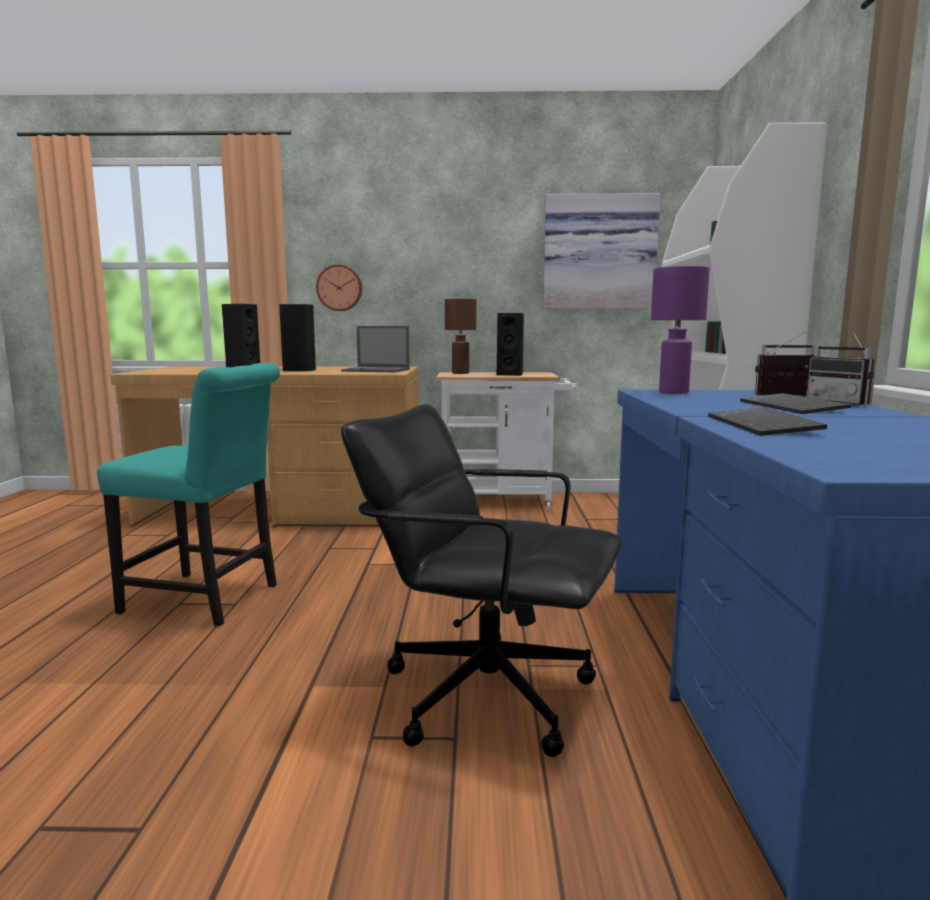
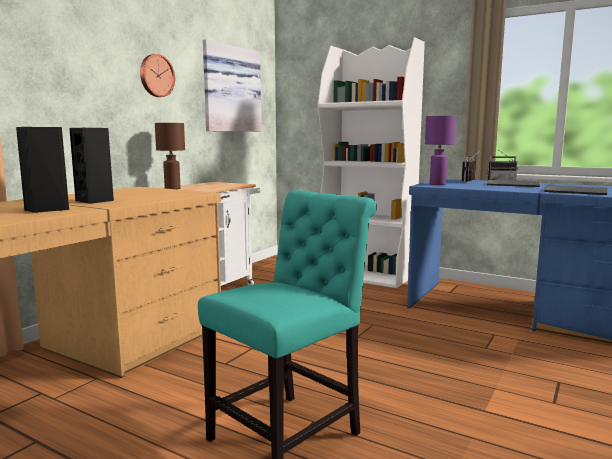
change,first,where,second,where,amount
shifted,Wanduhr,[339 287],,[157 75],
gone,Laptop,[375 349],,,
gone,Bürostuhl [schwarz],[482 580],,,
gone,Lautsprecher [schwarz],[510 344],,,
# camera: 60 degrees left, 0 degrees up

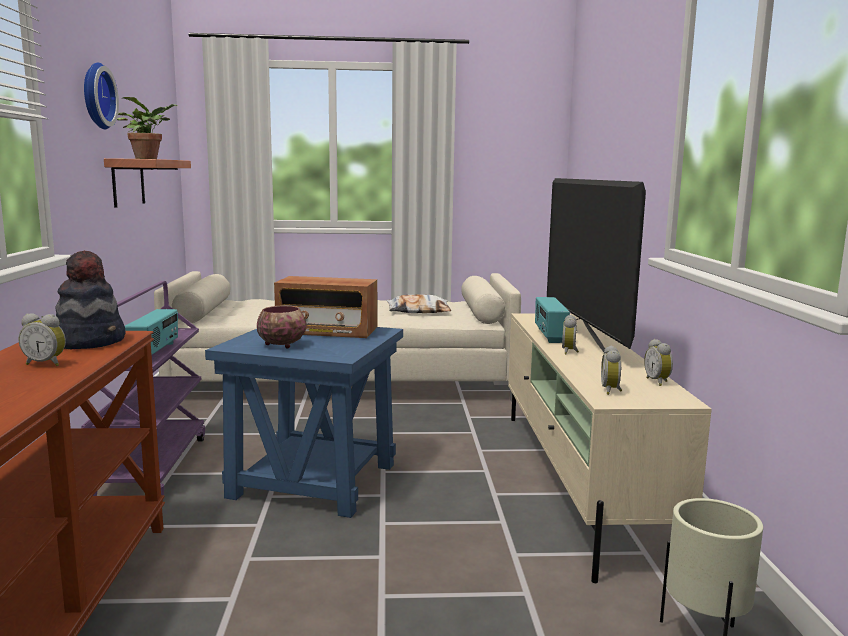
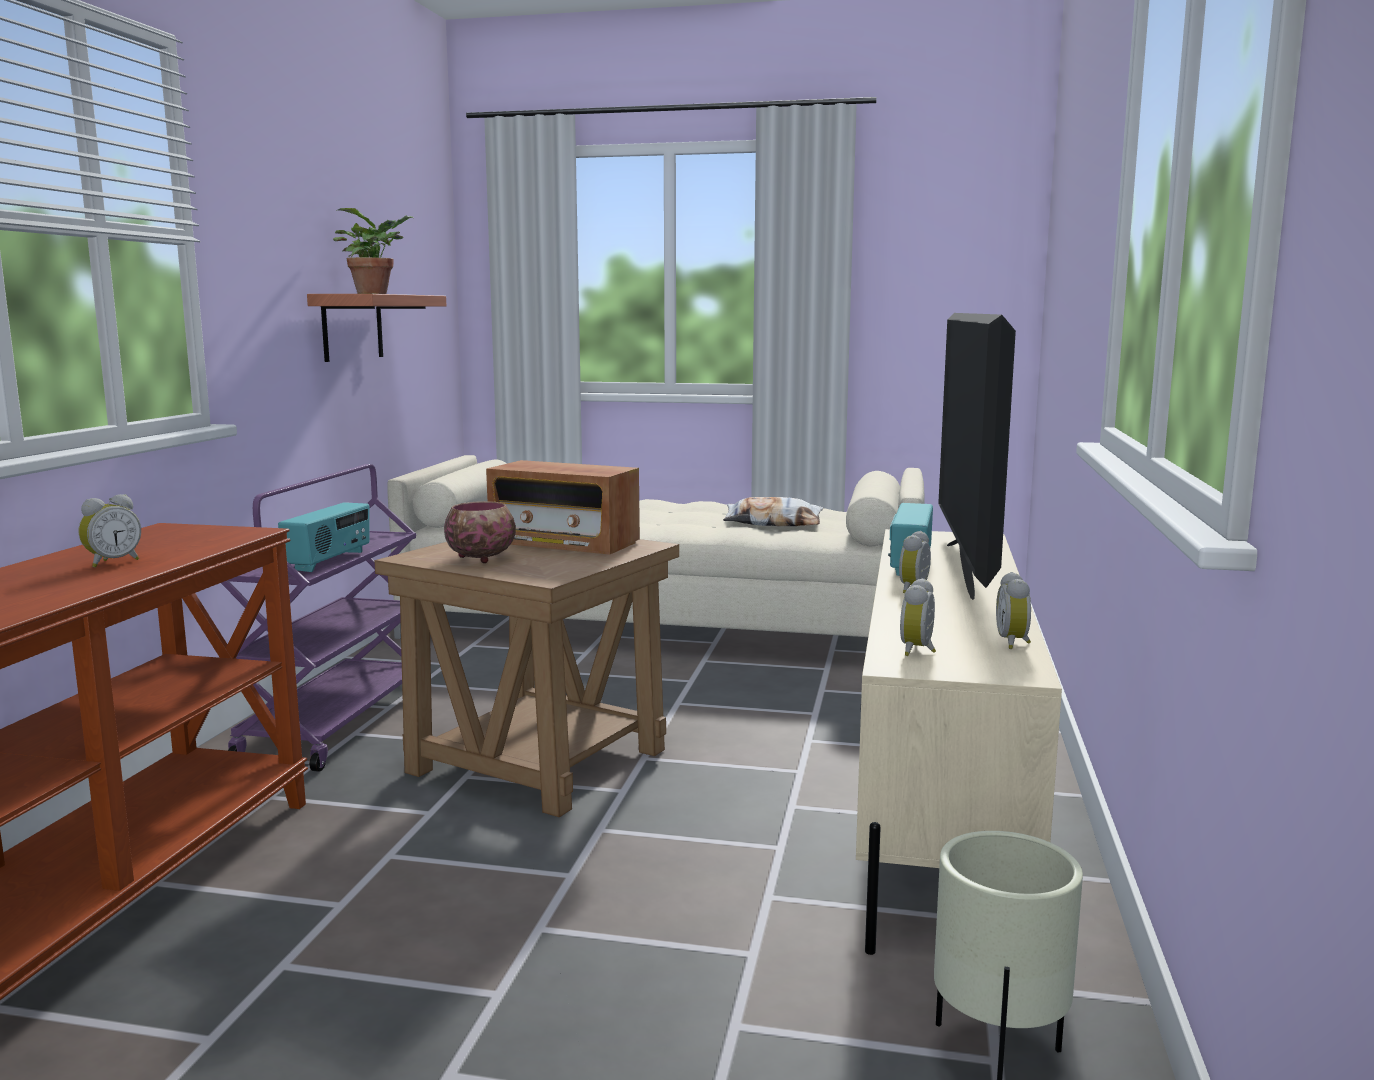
change,first,where,second,where,amount
rotated,Wecker,[42 339],,[110 531],75 degrees counterclockwise
repainted,Beistelltisch [blau],[304 422],Beistelltisch [braun],[526 678],
gone,Hut,[90 299],,,
gone,Wanduhr,[101 95],,,
# camera: 15 degrees right, 0 degrees up

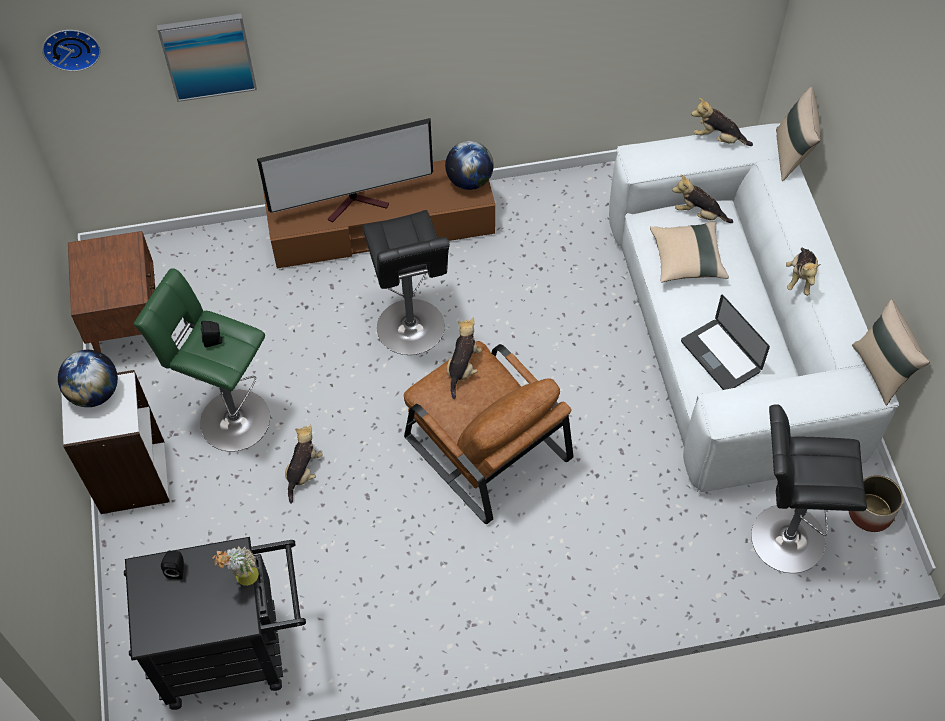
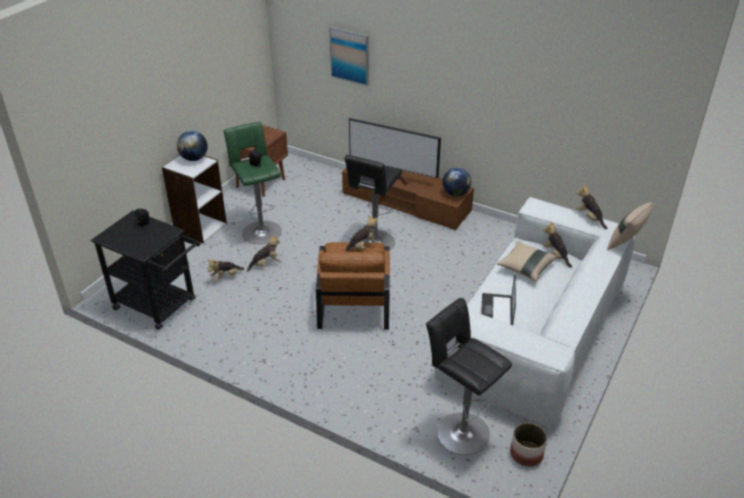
change,first,where,second,where,amount
shifted,Plüschtier,[803 272],,[225 271],
gone,Wanduhr,[71 50],,,
gone,Topfpflanze,[236 566],,,
gone,Kissen [beige],[891 352],,,
# camera: 40 degrees right, 20 degrees down

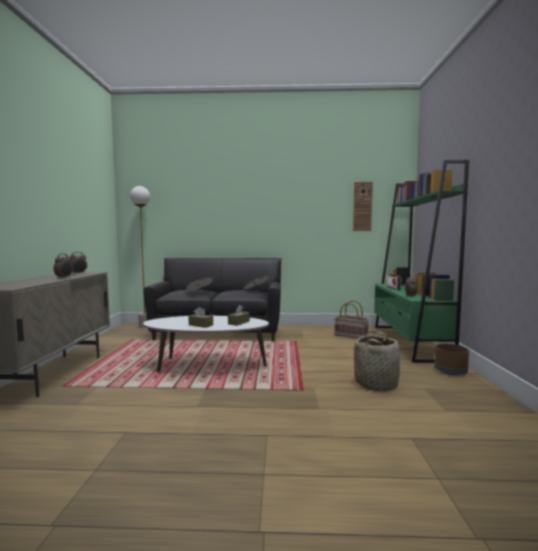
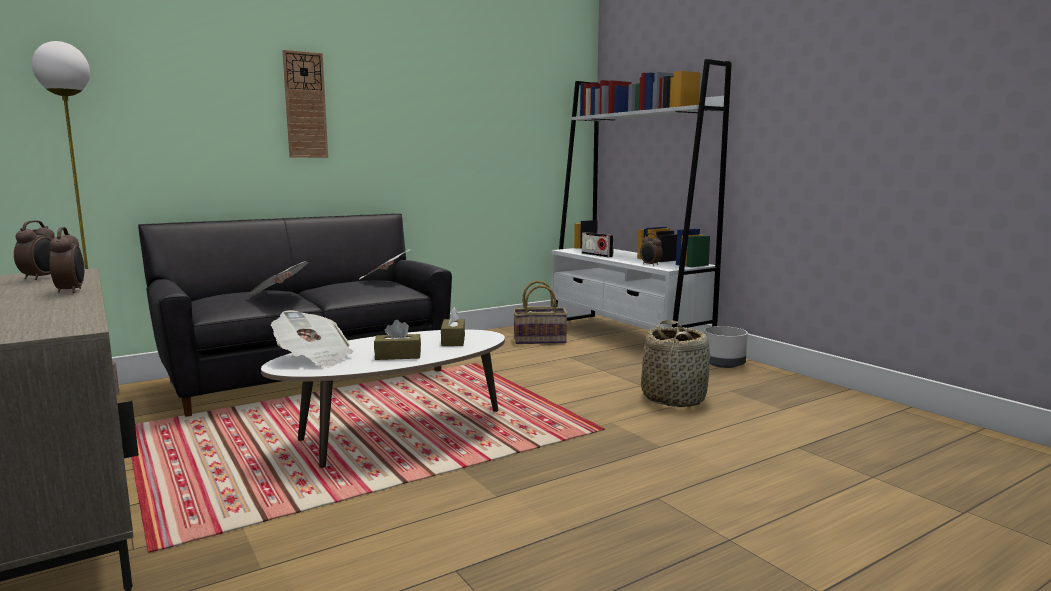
change,first,where,second,where,amount
new,,,Zeitung,[312 339],
shifted,Wanduhr,[363 206],,[305 104],
repainted,Bücherregal [grün],[421 261],Bücherregal [weiß],[641 193],
repainted,Pflanzkübel [braun],[451 359],Pflanzkübel [grau],[726 347],
# camera: 35 degrees left, 5 degrees up

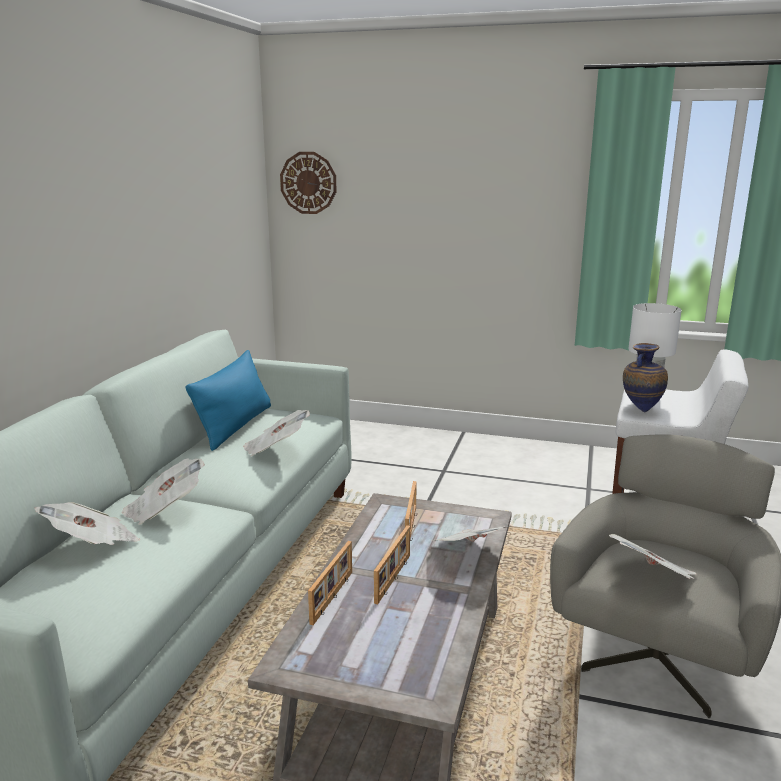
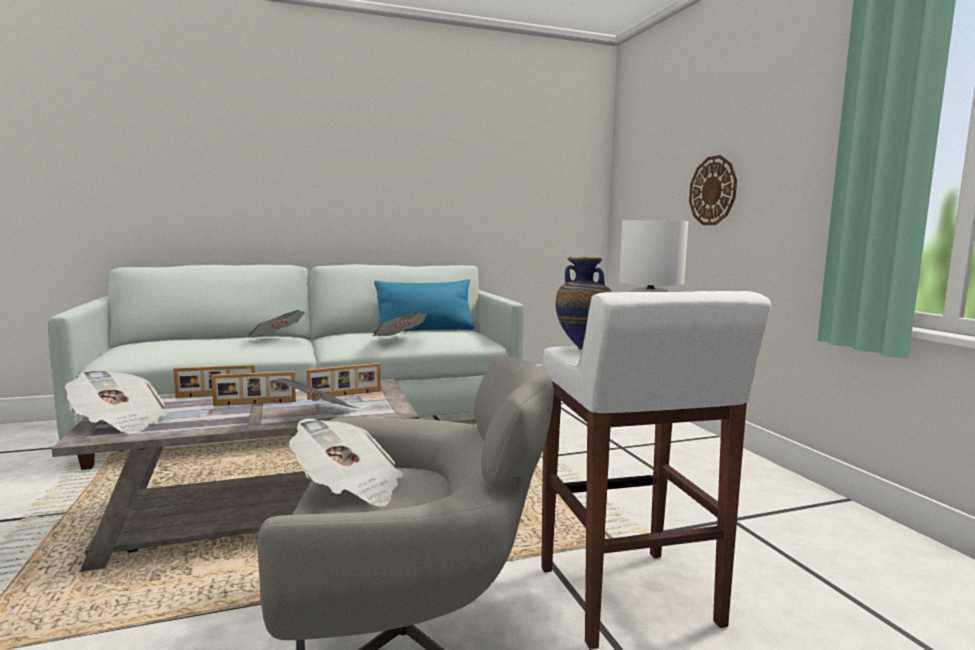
change,first,where,second,where,amount
shifted,Zeitung,[87 523],,[116 401],
shifted,Wanduhr,[308 183],,[713 190],
# camera: 55 degrees right, 10 degrees down

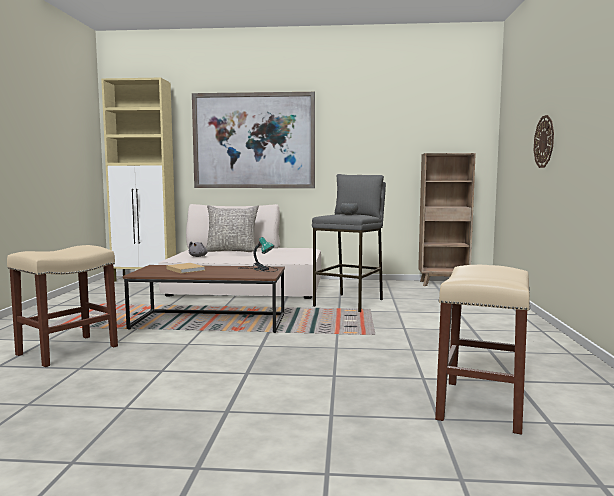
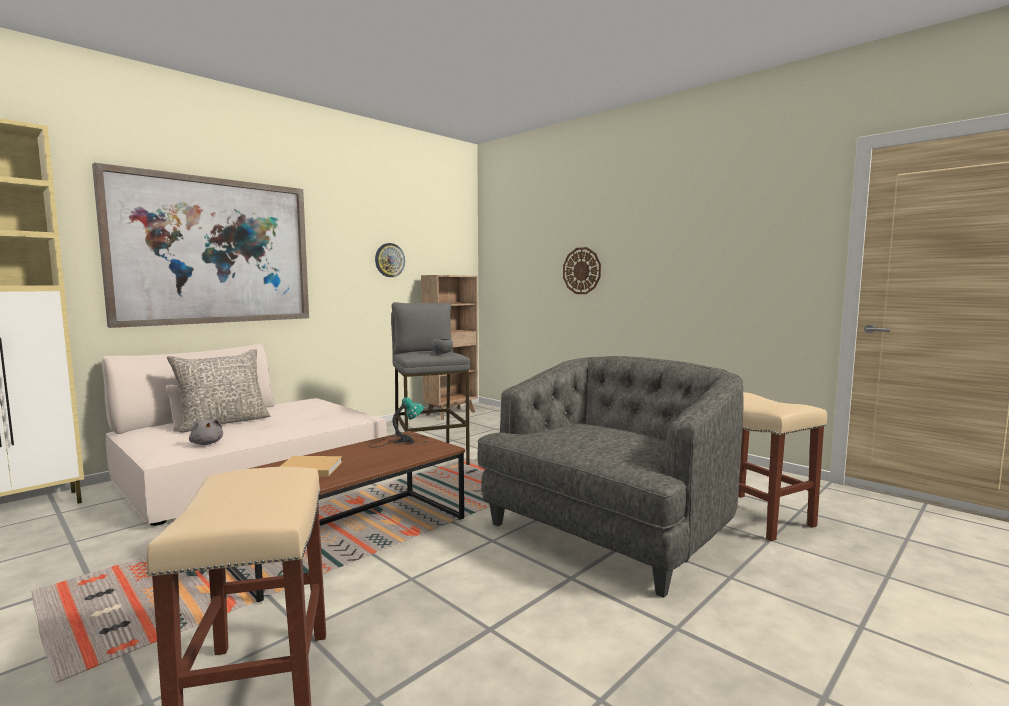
change,first,where,second,where,amount
new,,,Wanduhr,[390 260],
new,,,Sessel [grau],[610 477],
# camera: 50 degrees left, 0 degrees up

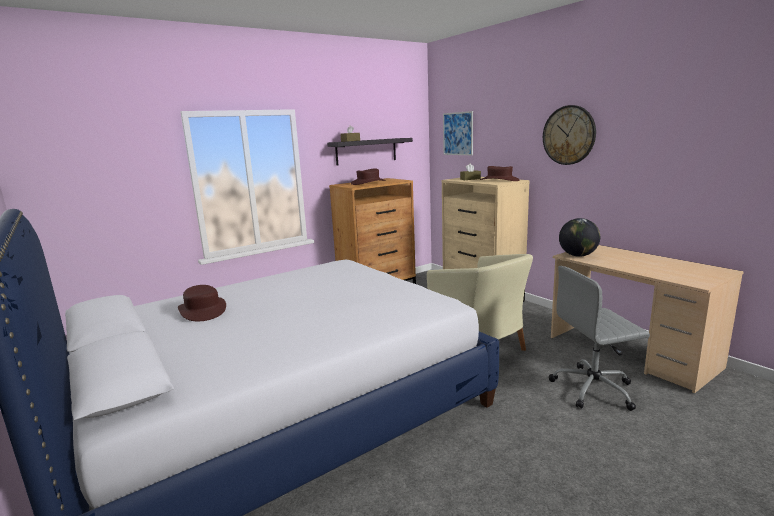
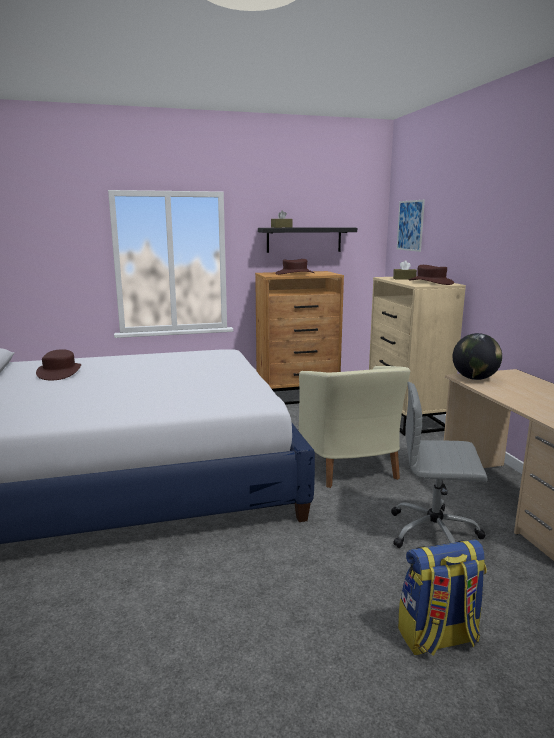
change,first,where,second,where,amount
new,,,Rucksack,[442 598],
gone,Wanduhr,[569 135],,,
# camera: 20 degrees right, 0 degrees up

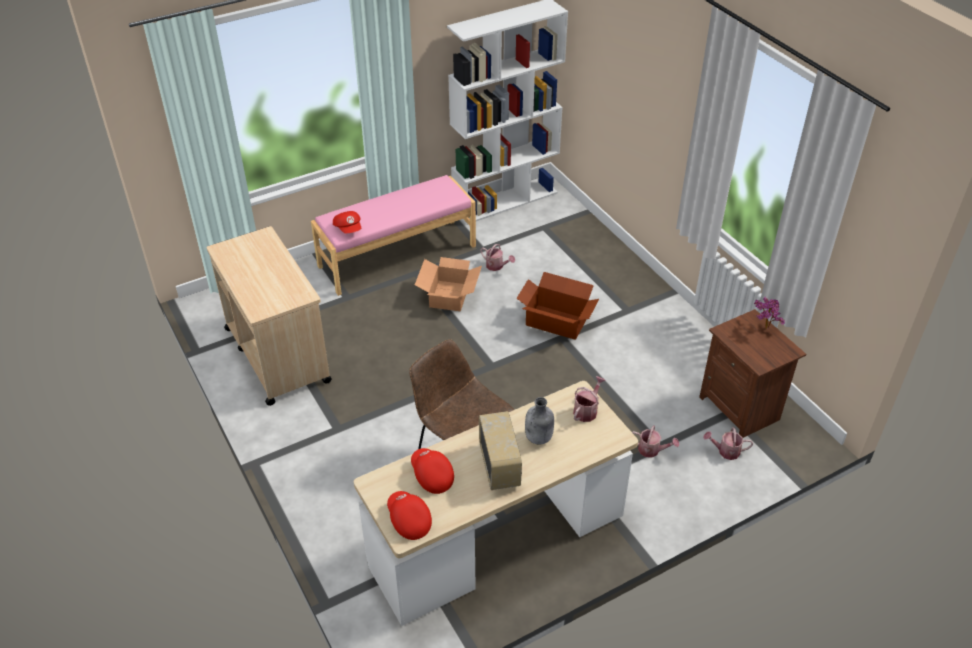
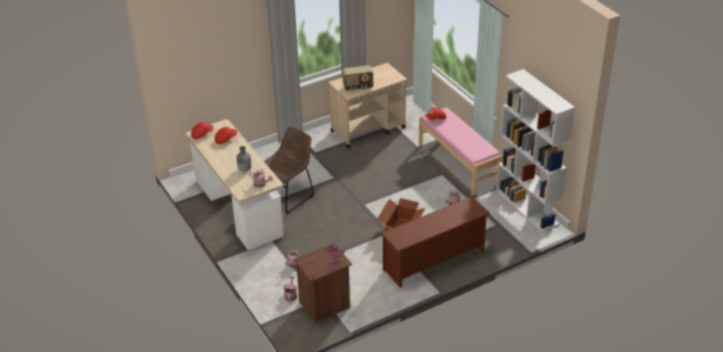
change,first,where,second,where,amount
shifted,Radio,[500 450],,[357 78],
new,,,Schuhregal [braun],[435 242],
gone,Karton,[448 284],,,
# camera: 90 degrees right, 5 degrees down

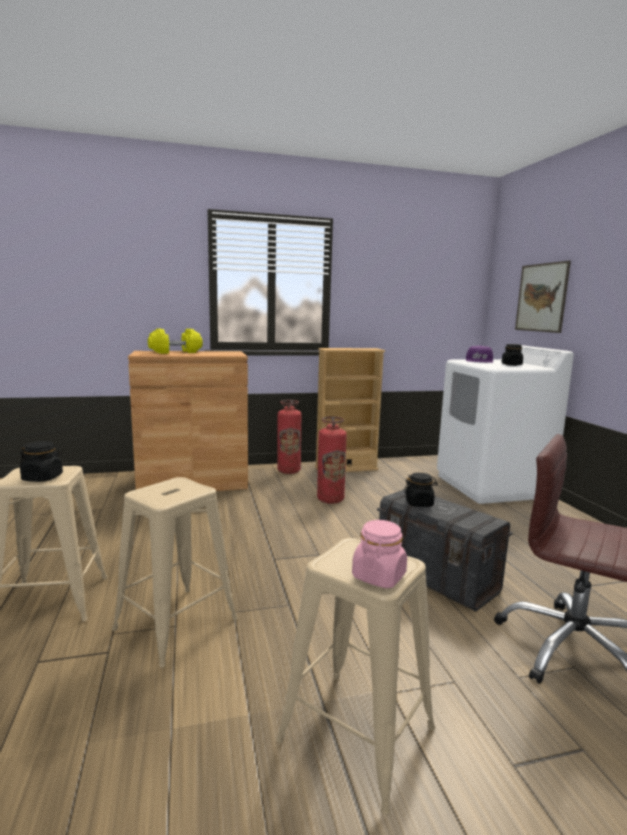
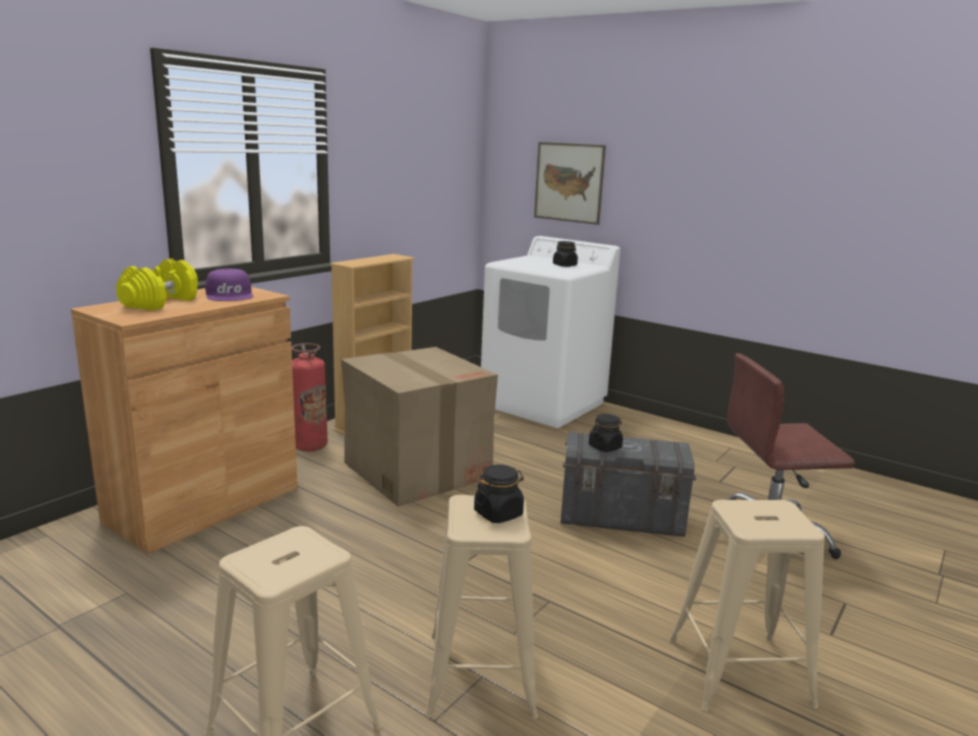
change,first,where,second,where,amount
shifted,Kappe [lila],[479 354],,[229 284],
swapped,Feuerlöscher,[332 460],Karton,[419 426],
shifted,Vorratsglas [schwarz],[41 461],,[499 493],
gone,Vorratsglas [rosa],[379 554],,,
# camera: 40 degrees left, 5 degrees up

